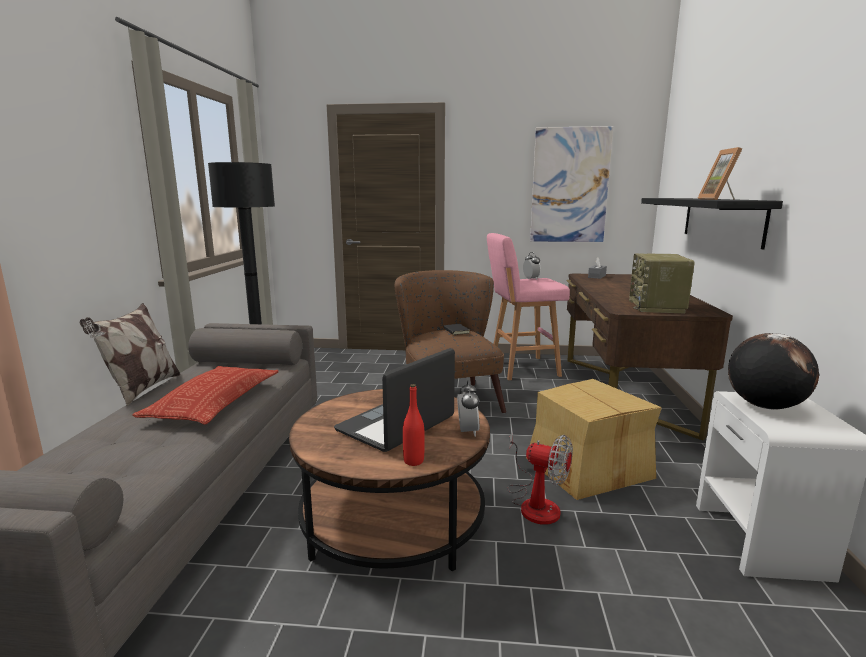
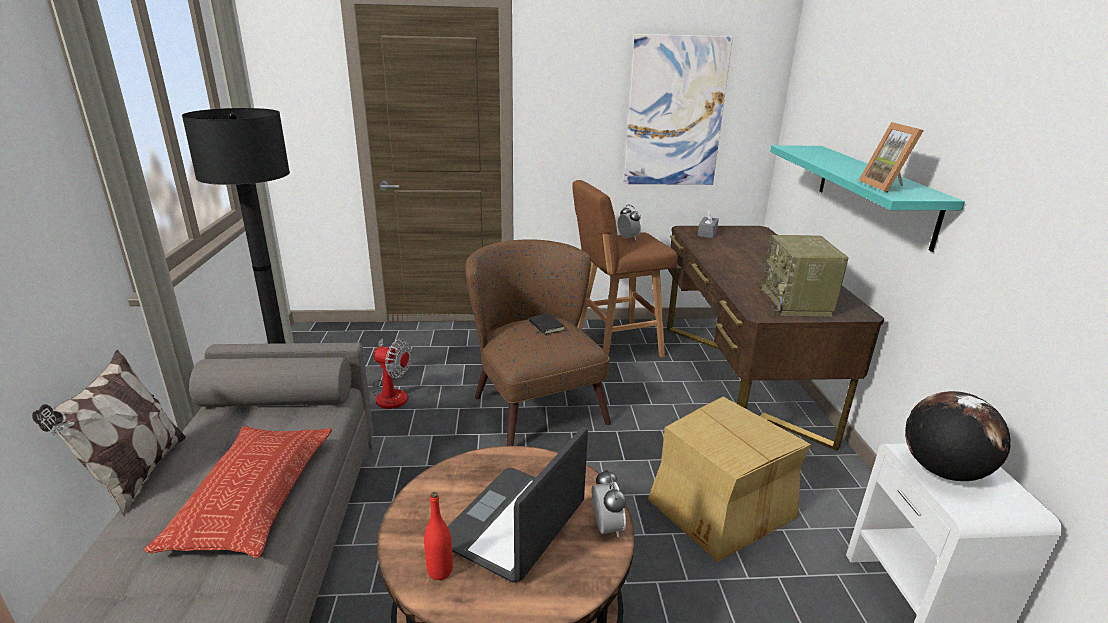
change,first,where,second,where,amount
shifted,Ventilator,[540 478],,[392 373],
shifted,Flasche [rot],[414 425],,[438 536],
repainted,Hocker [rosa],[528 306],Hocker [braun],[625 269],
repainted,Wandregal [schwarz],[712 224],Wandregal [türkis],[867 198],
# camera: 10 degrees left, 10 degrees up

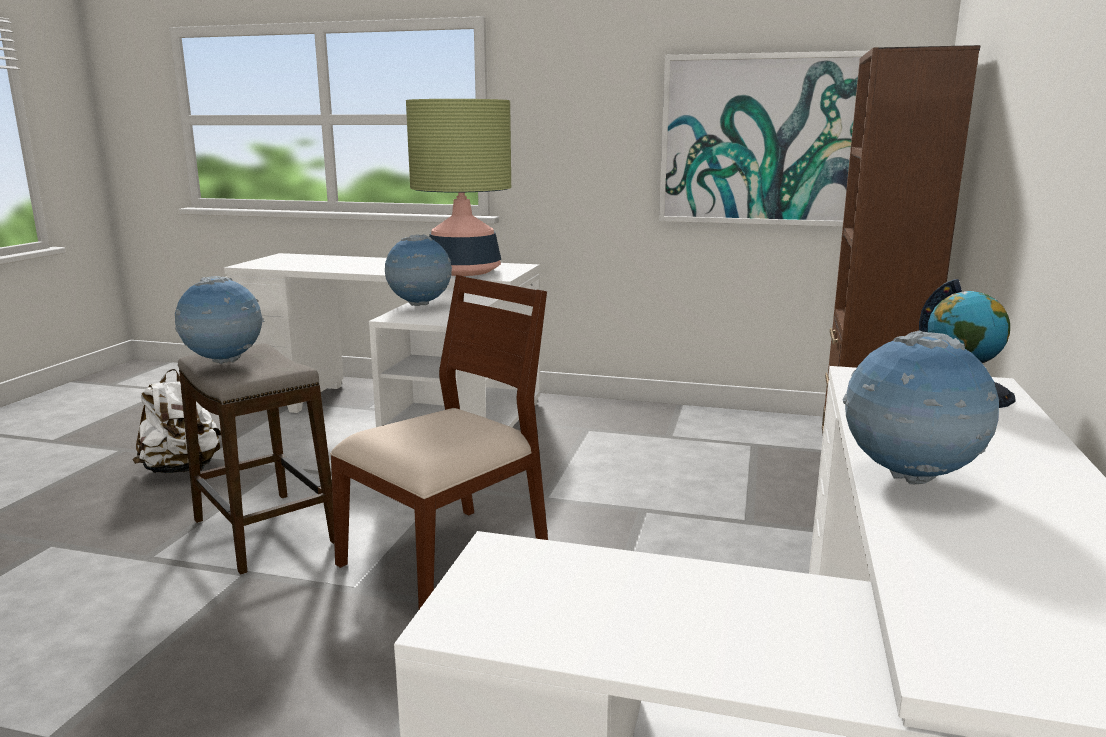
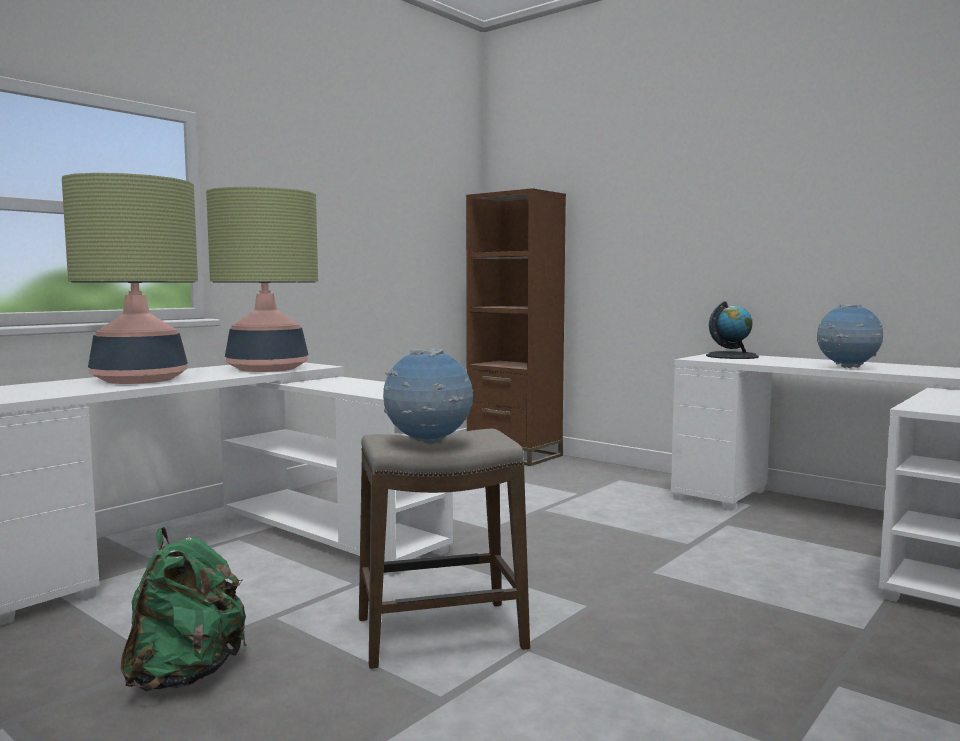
change,first,where,second,where,amount
new,,,Tischlampe,[130 278],
repainted,Rucksack [weiß],[176 421],Rucksack [grün],[184 609],
gone,Stuhl [braun],[439 442],,,
gone,Globus,[418 270],,,
gone,Bild,[763 139],,,
# camera: 65 degrees left, 10 degrees down

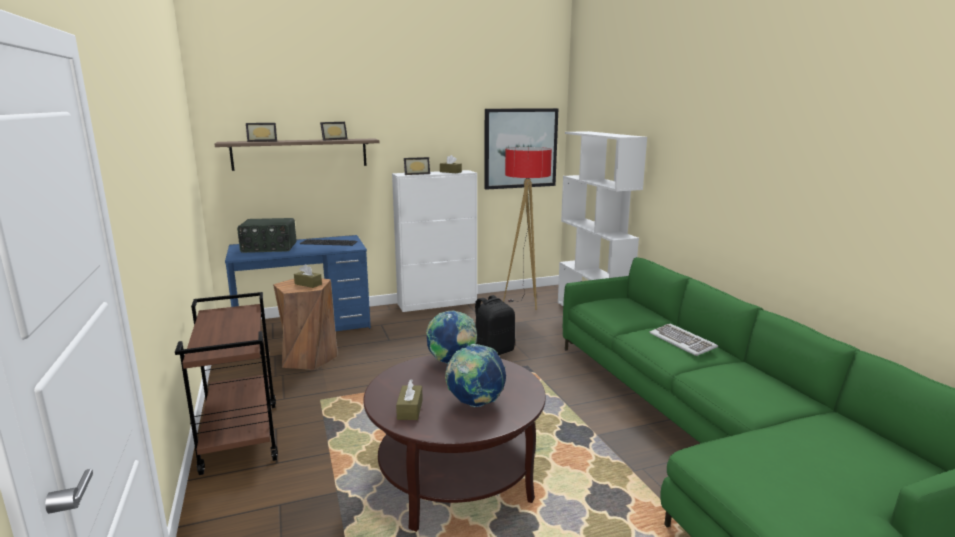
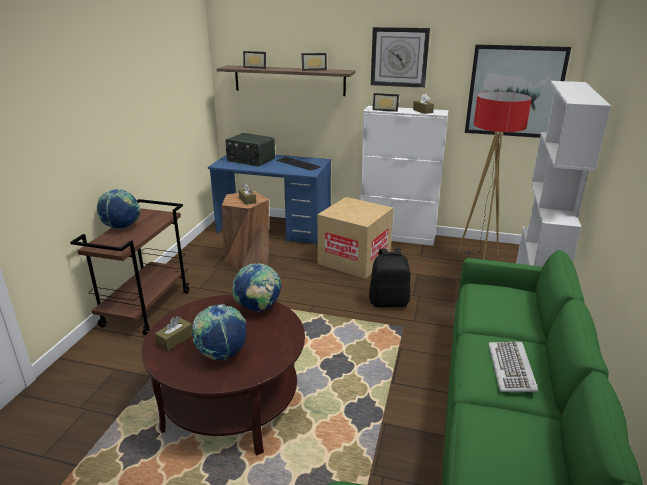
change,first,where,second,where,amount
new,,,Globus,[118 209],
new,,,Karton,[355 238],
new,,,Wanduhr,[400 57],
# camera: 35 degrees right, 10 degrees up

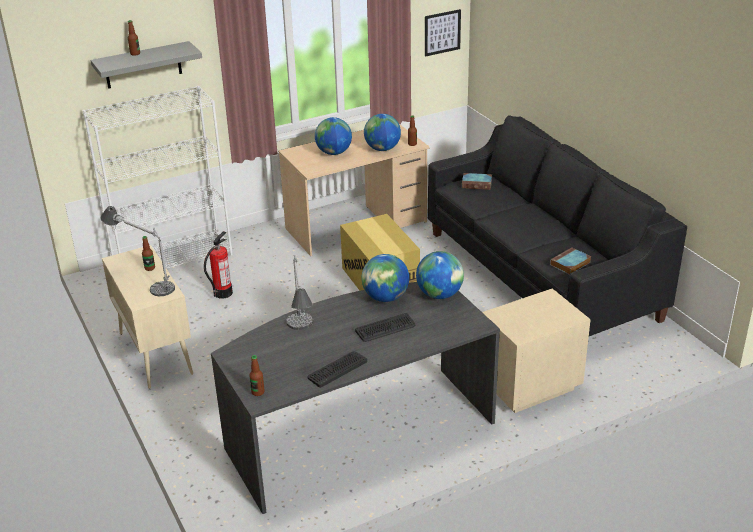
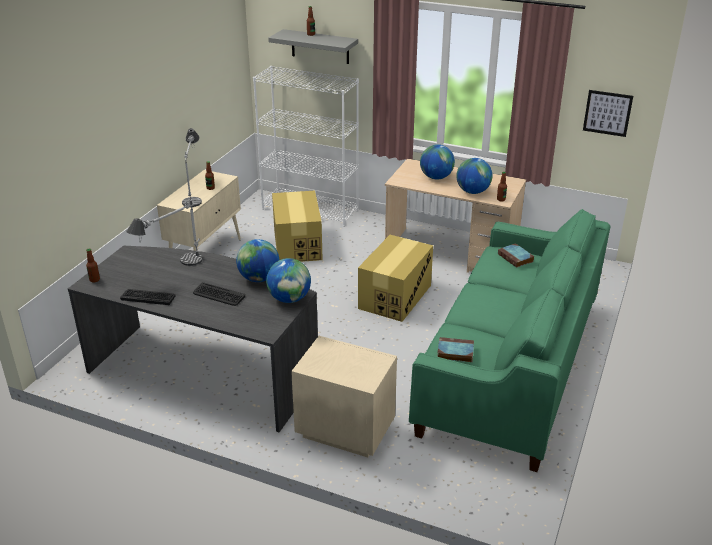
change,first,where,second,where,amount
swapped,Feuerlöscher,[218 265],Karton,[297 226],
repainted,Sofa [schwarz],[557 225],Sofa [grün],[509 340],
# camera: 50 degrees right, 0 degrees up

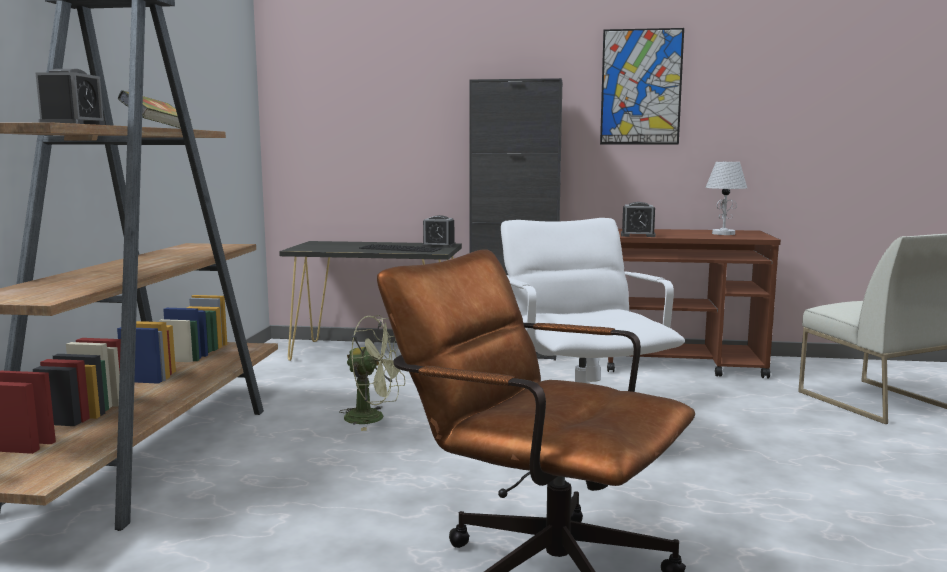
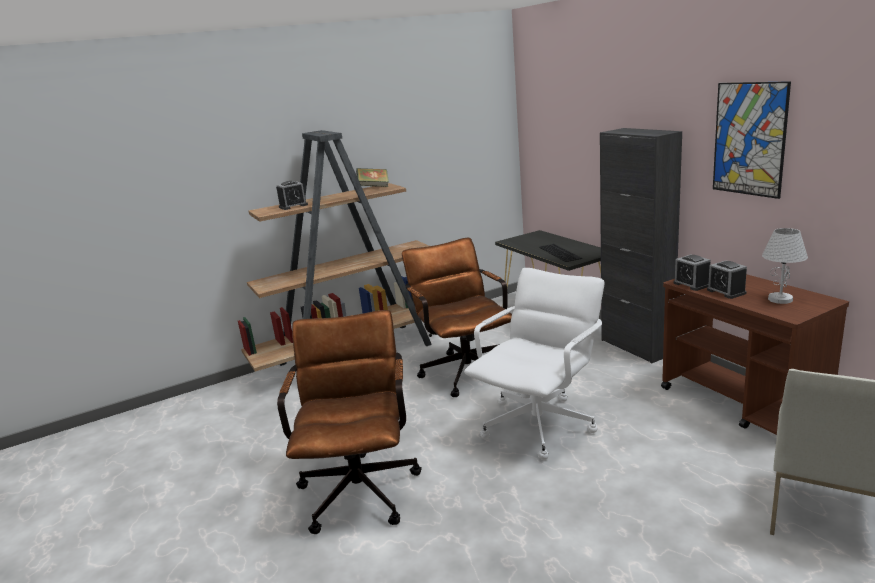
change,first,where,second,where,amount
swapped,Ventilator [grün],[372 373],Bürostuhl [braun],[457 317],
shifted,Wecker,[439 231],,[727 279],
# camera: 55 degrees right, 10 degrees up

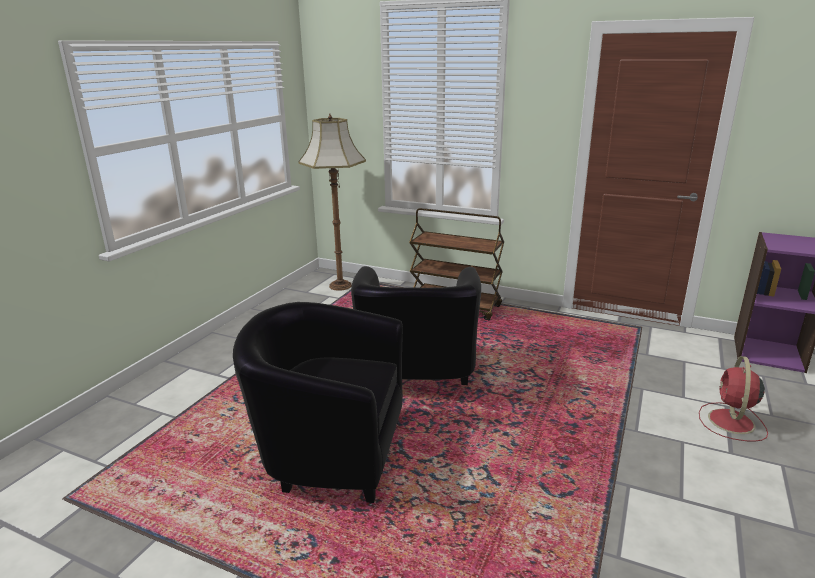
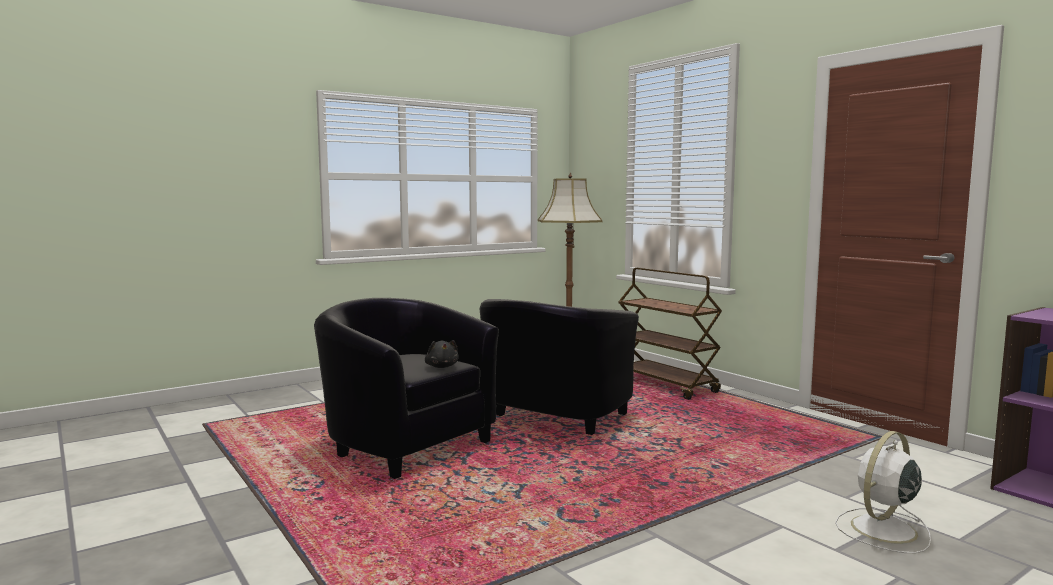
change,first,where,second,where,amount
new,,,Plüschtier [schwarz],[442 354],
repainted,Ventilator [rot],[733 399],Ventilator [weiß],[883 492],
# camera: 30 degrees right, 15 degrees down

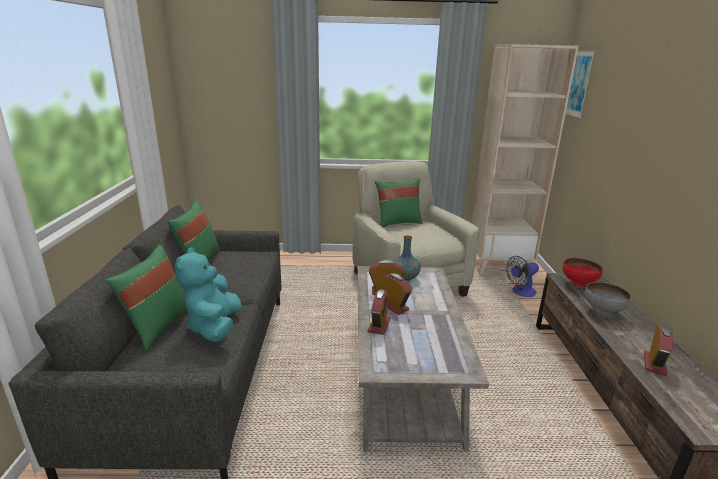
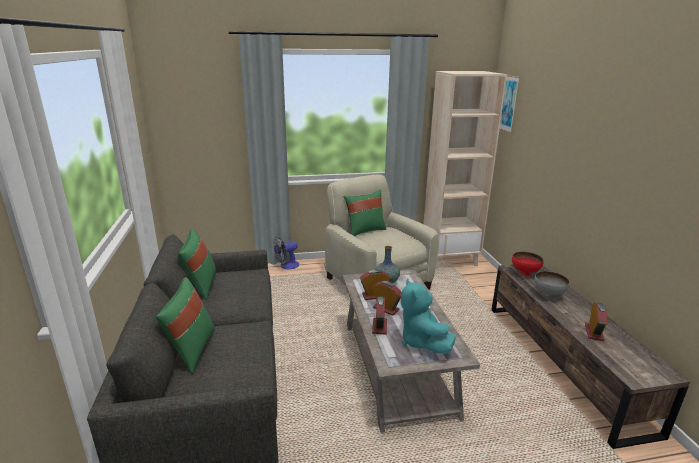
change,first,where,second,where,amount
shifted,Ventilator,[522 276],,[286 253],
shifted,Plüschtier [türkis],[208 294],,[428 316],
# camera: 10 degrees left, 0 degrees up

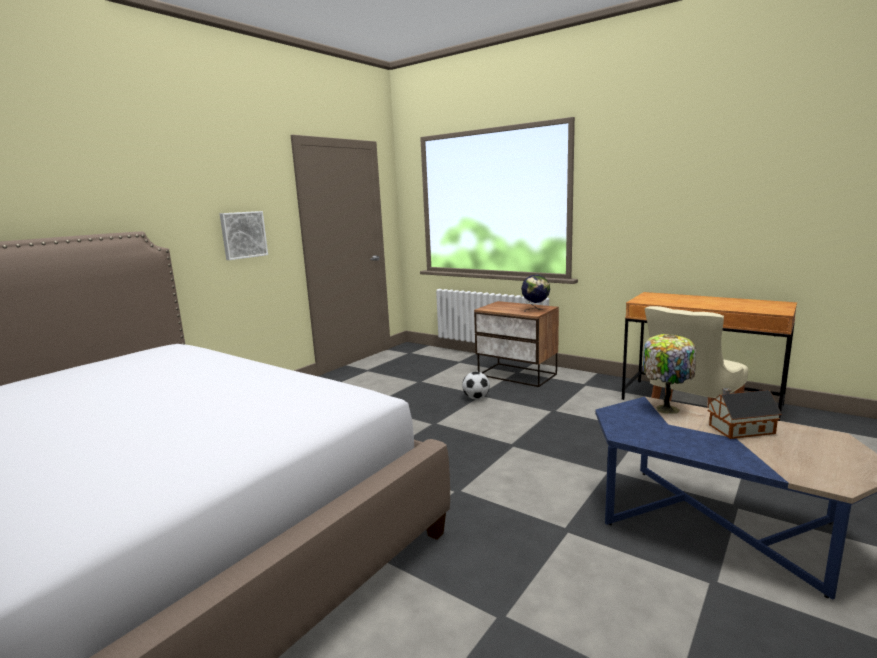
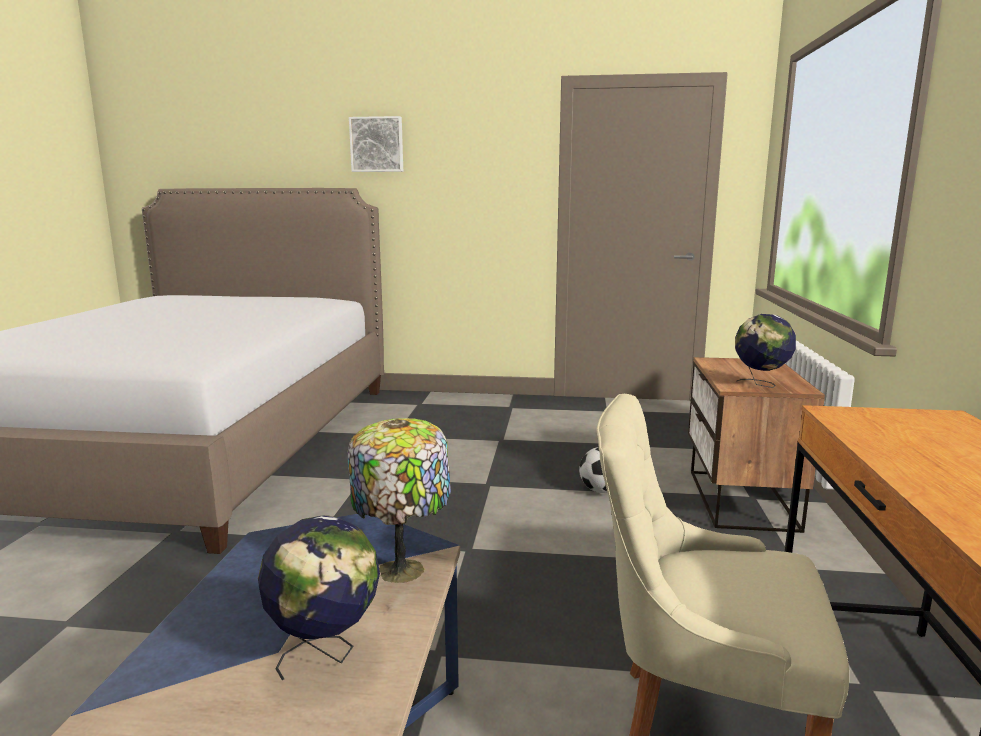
change,first,where,second,where,amount
swapped,Spielzeughaus,[744 413],Globus,[319 597],
shifted,Bild,[244 235],,[376 144],
# camera: 60 degrees right, 0 degrees up

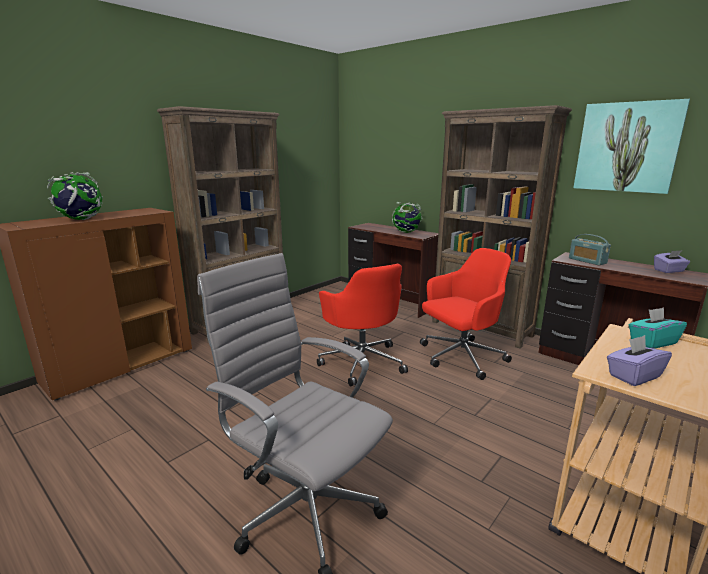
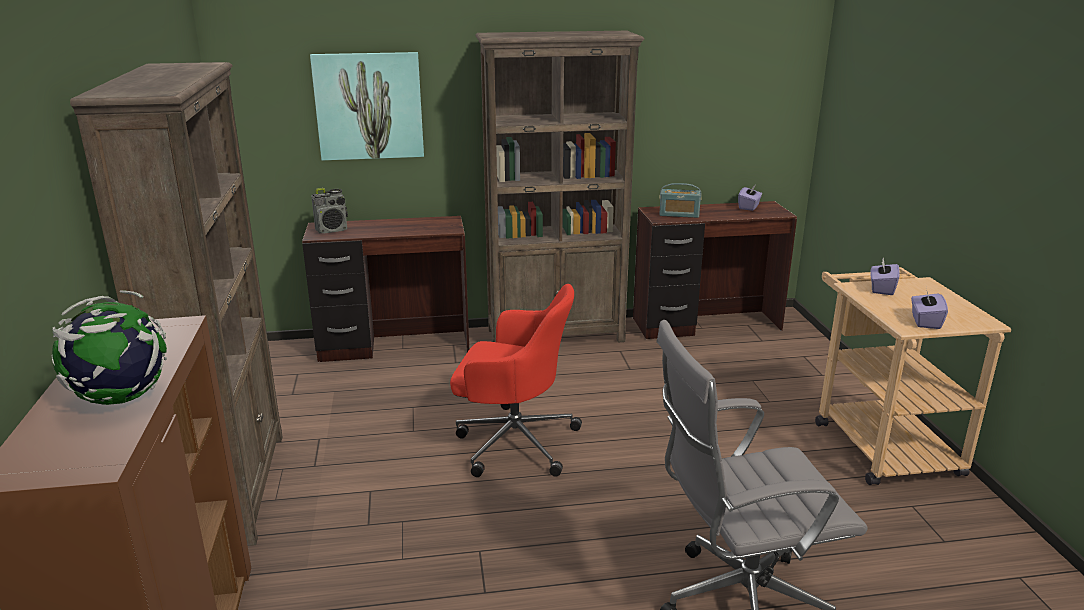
change,first,where,second,where,amount
shifted,Bild,[631 146],,[367 106],
new,,,Radio,[329 210],
repainted,Taschentuchbox [türkis],[658 328],Taschentuchbox [lila],[885 276],
gone,Globus,[407 217],,,
gone,Bürostuhl [rot],[466 314],,,
# camera: 50 degrees left, 5 degrees up

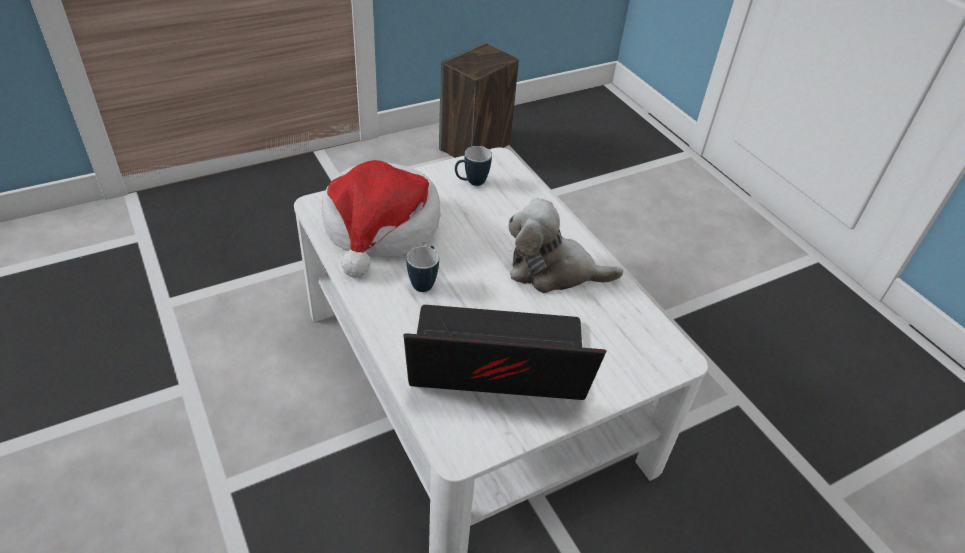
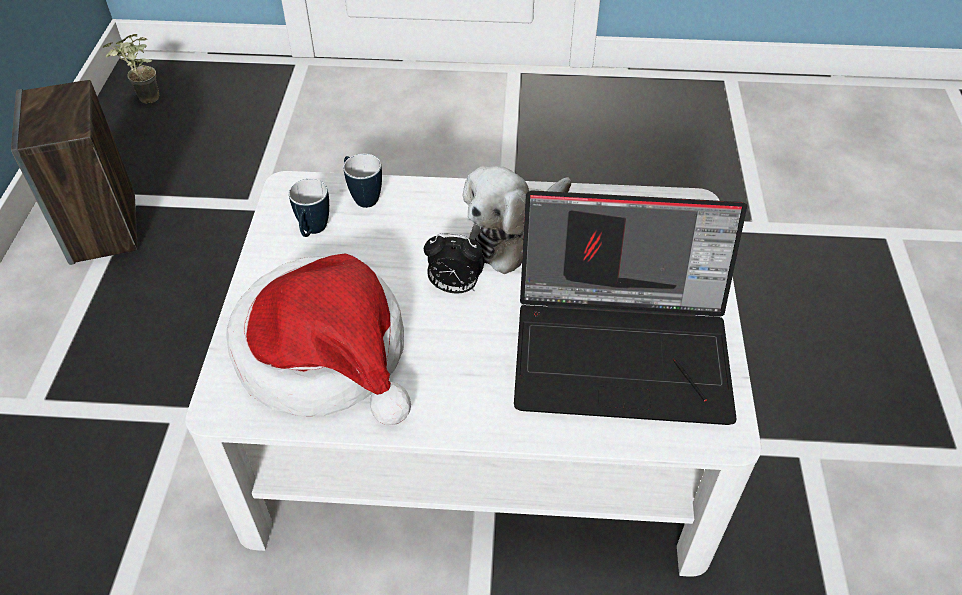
change,first,where,second,where,amount
new,,,Topfpflanze,[131 69],
shifted,Henkelbecher,[423 269],,[362 181],
new,,,Wecker,[454 263],
rotated,Laptop,[504 352],,[630 308],120 degrees counterclockwise
# camera: 55 degrees left, 5 degrees up

